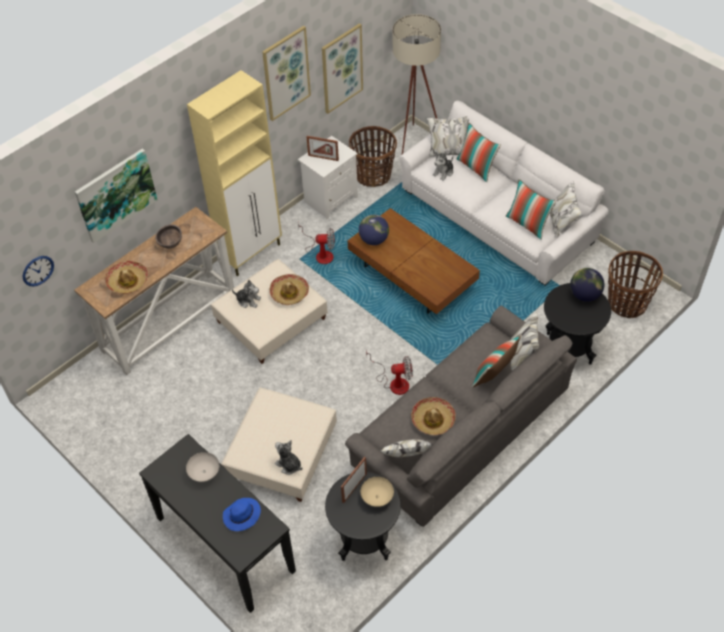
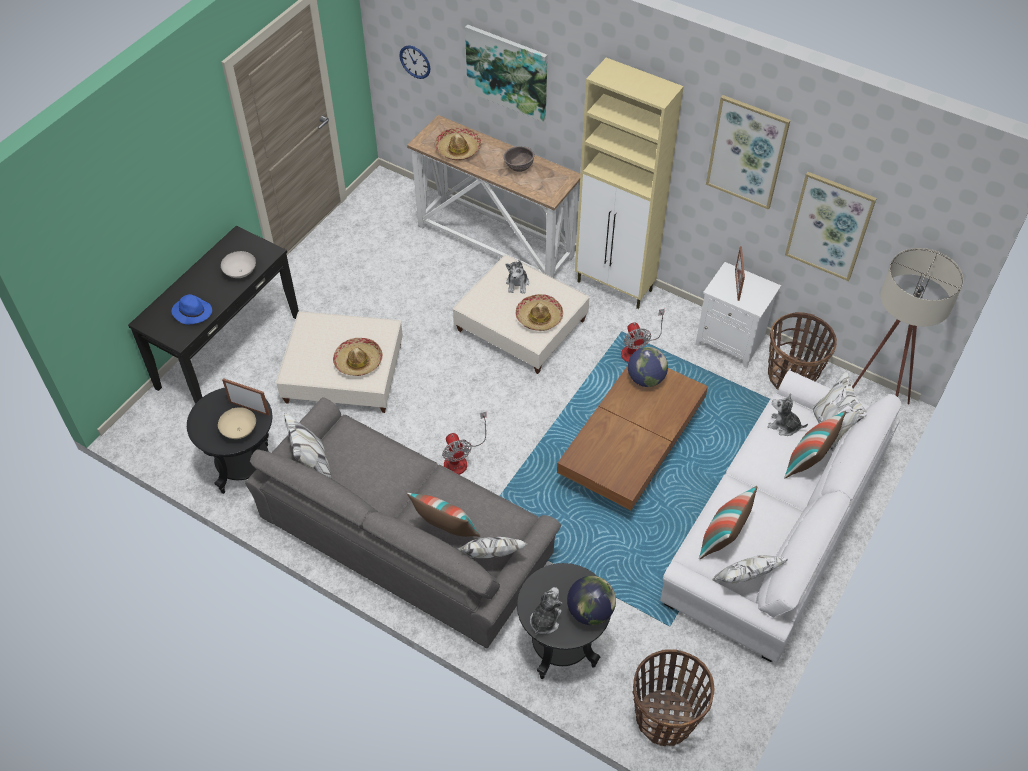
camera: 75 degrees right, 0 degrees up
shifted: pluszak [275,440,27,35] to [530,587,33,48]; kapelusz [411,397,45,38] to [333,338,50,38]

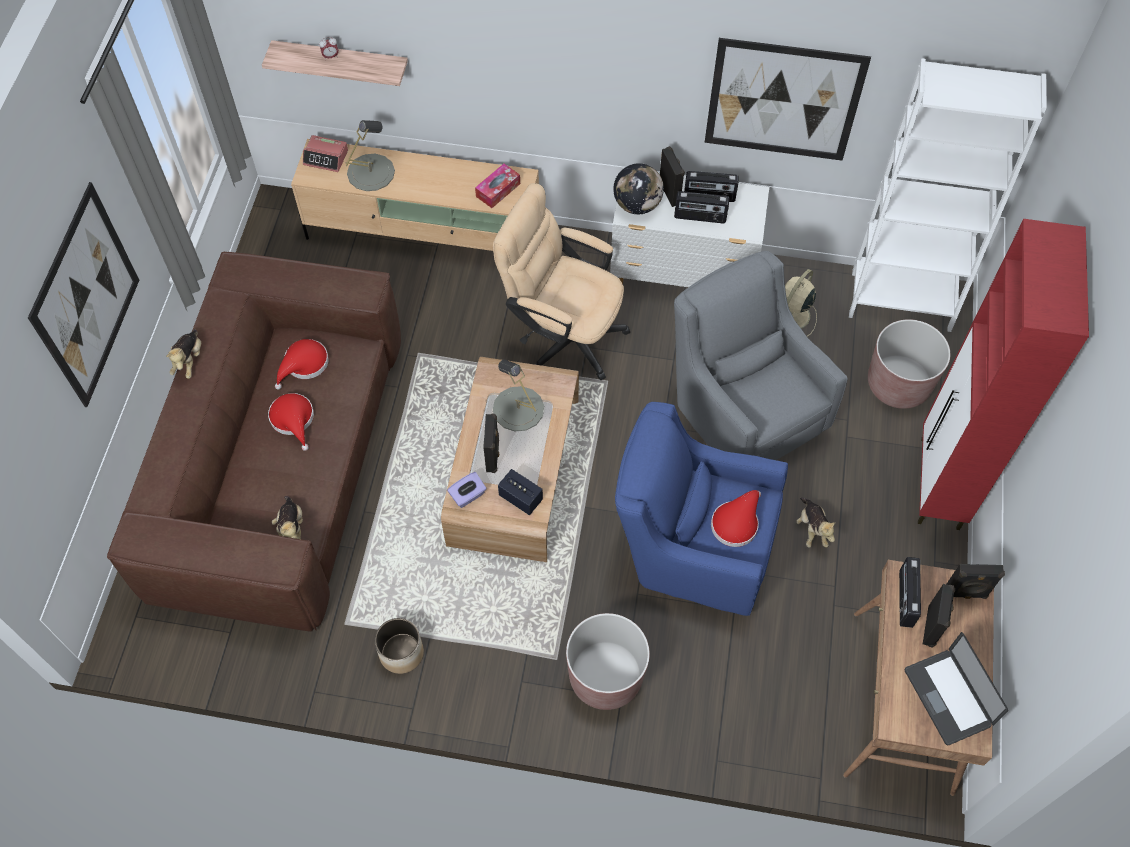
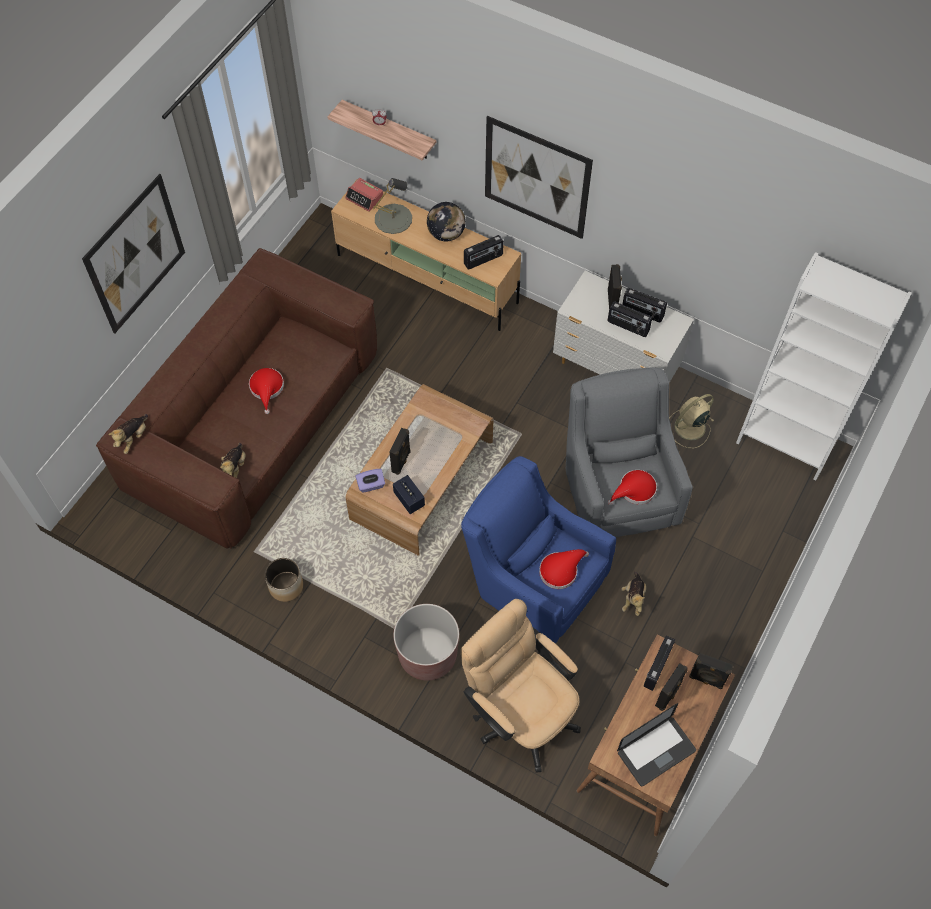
camera: 20 degrees right, 0 degrees up
gone: lampa stołowa (szary) [493,360,51,71]; donica (brązowy) [868,319,82,90]; szafka (czerwony) [918,219,171,311]
shifted: pluszak [166,329,35,50] to [109,414,39,40]; kapelusz (czerwony) [275,339,54,51] to [608,470,49,36]; krzesło biurowe (beżowy) [493,183,137,197] to [461,599,120,174]; globus [613,163,51,51] to [427,202,39,39]; obraz [704,38,167,123] to [485,116,108,123]
swapped: pudełko chusteczek [475,164,45,44] to radio [464,235,40,35]
rotated: laptop [905,632,103,113] = [617,703,79,83] 120 degrees counterclockwise

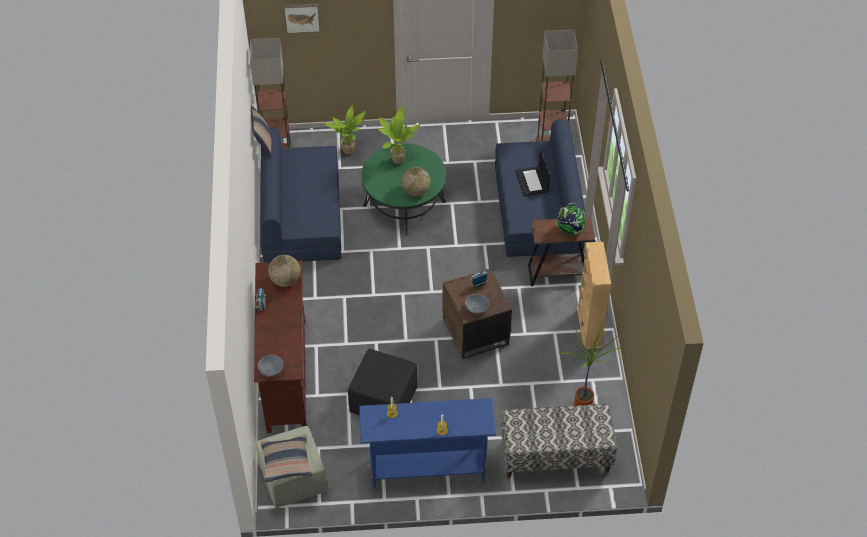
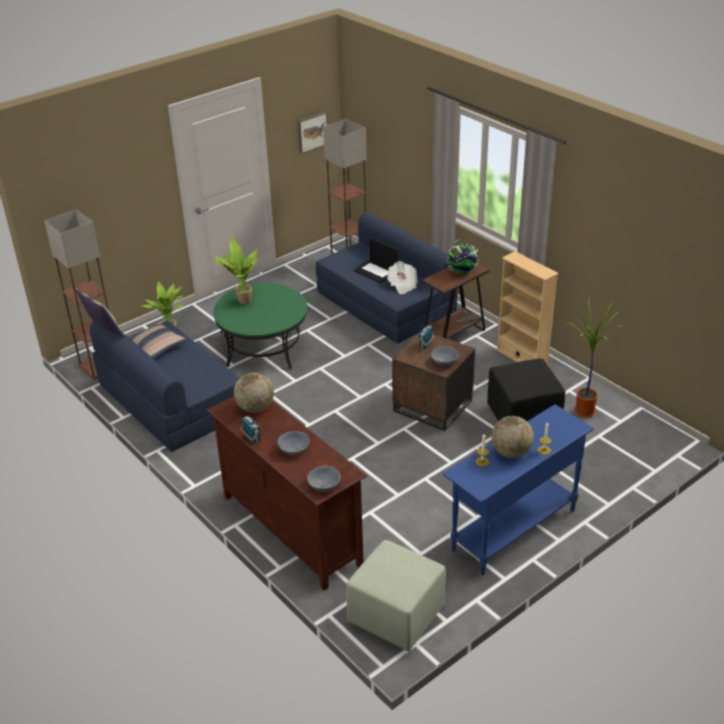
camera: 35 degrees left, 15 degrees down
gone: ławka [501,404,116,74]
new: miska (szary) [278,431,32,24]; gazeta [387,261,30,33]
shifted: poduszka [260,434,52,48] to [130,322,58,37]; obraz [284,3,36,31] to [298,112,29,41]; pufa (czarny) [348,349,69,66] to [487,358,78,63]; globus [401,167,30,29] to [492,416,42,42]

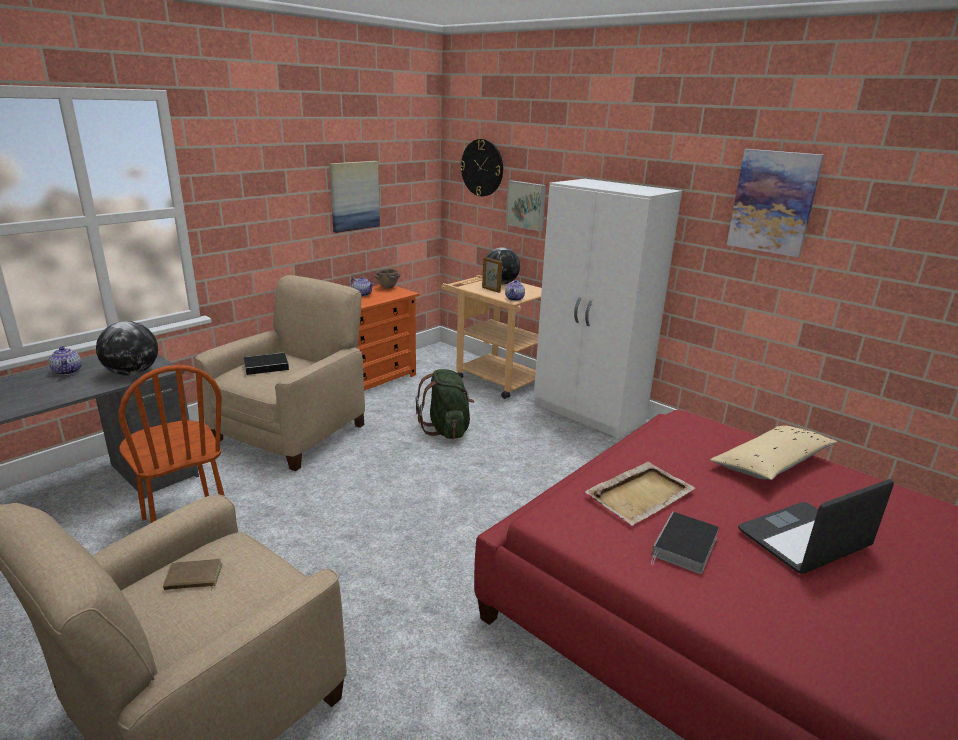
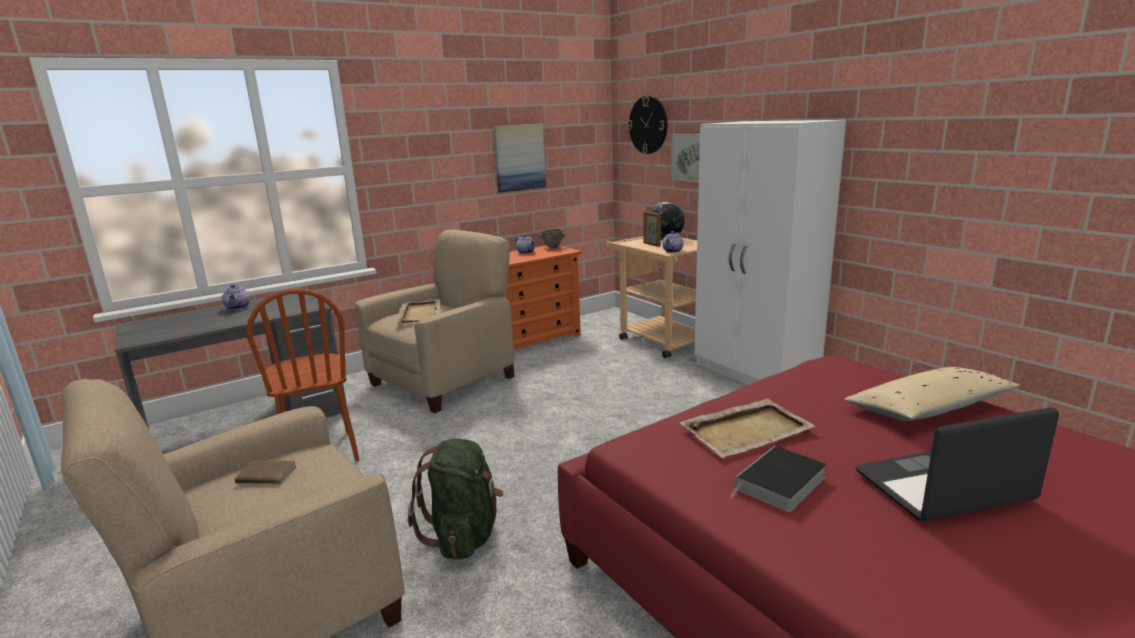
camera: 15 degrees right, 5 degrees down
gone: globus [96,321,62,55]; obraz [727,149,97,108]
shifted: plecak (zielony) [416,369,58,70] to [408,439,96,121]
swapped: książka [244,353,53,22] to taca (beżowy) [396,299,44,24]

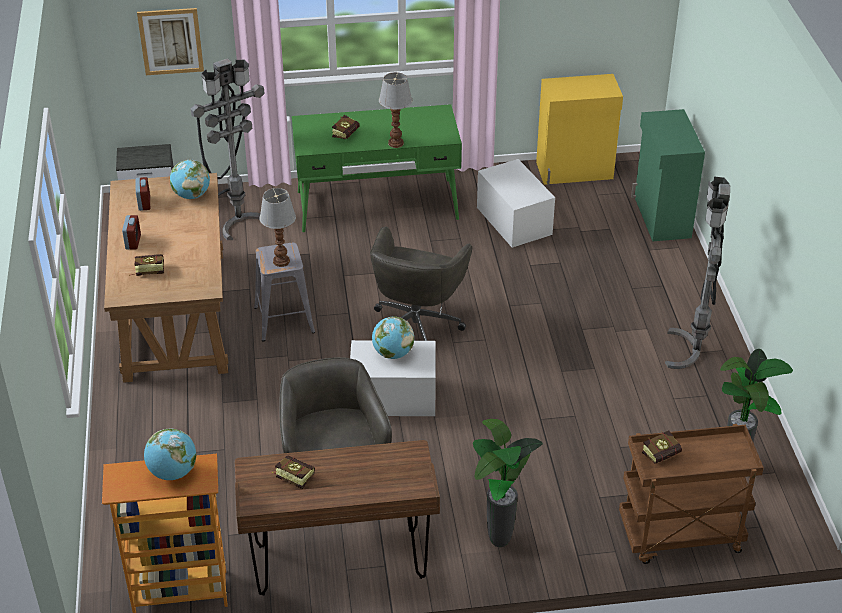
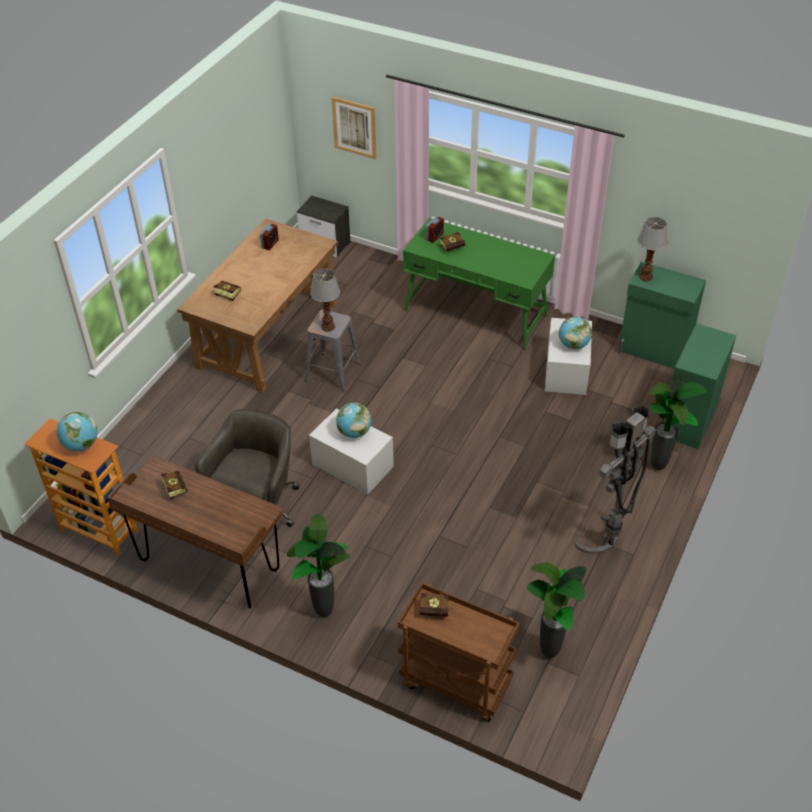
camera: 35 degrees right, 5 degrees up
gone: lampa stojąca (szary) [190,58,75,182]; krzesło biurowe (szary) [370,226,102,115]
new: roślina doniczkowa [649,374,58,96]
shifted: budzik [122,215,19,34] to [426,216,18,27]; globus [170,160,40,39] to [559,317,33,32]; lampa stołowa [379,72,33,76] to [638,217,30,64]
repainted: szafka (żółty) [536,74,87,111] to szafka (zielony) [618,262,88,107]

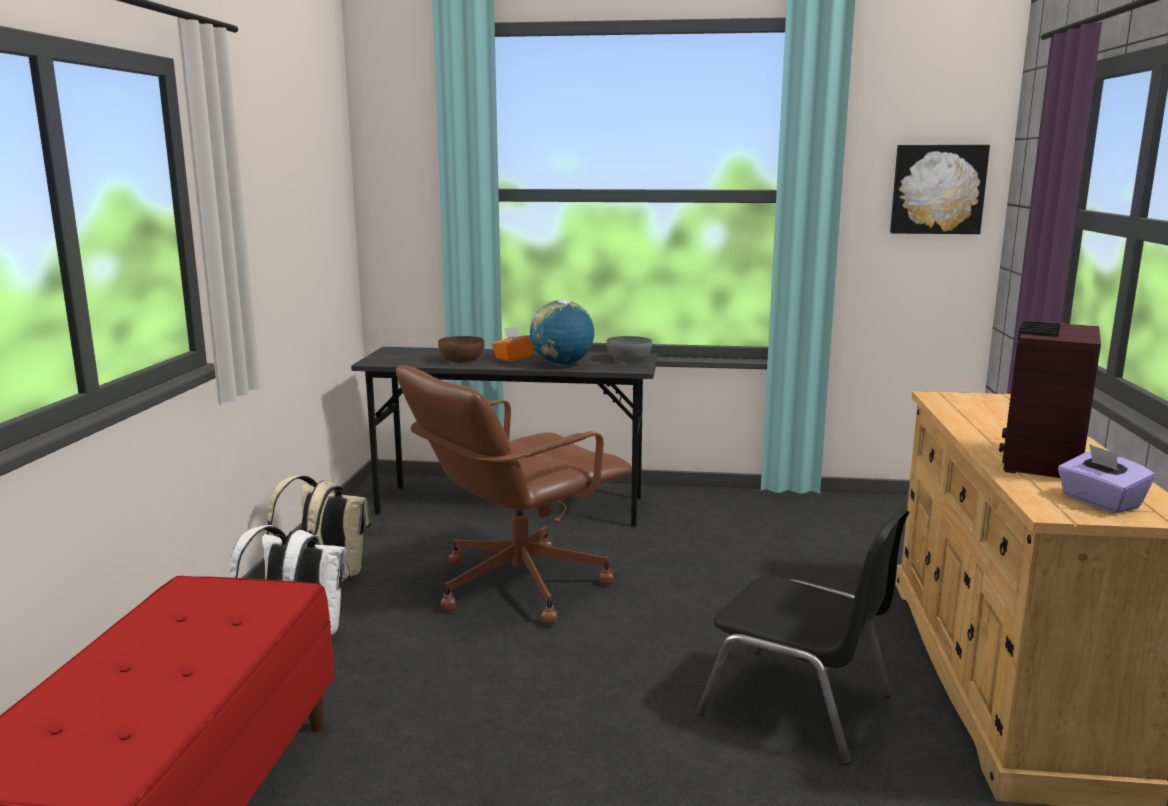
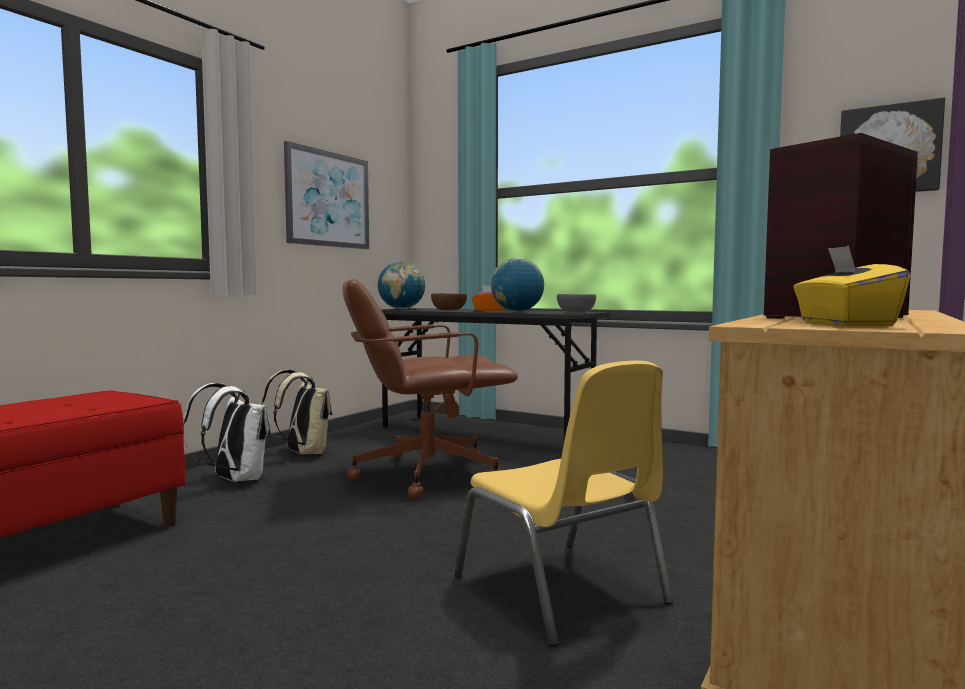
camera: 25 degrees right, 10 degrees down
new: obraz [284,141,85,108]; globus [378,261,47,48]
repainted: krzesło (czarny) [697,508,213,257] to krzesło (żółty) [454,361,219,286]; pudełko chusteczek (fioletowy) [1058,444,97,69] to pudełko chusteczek (żółty) [793,245,117,81]

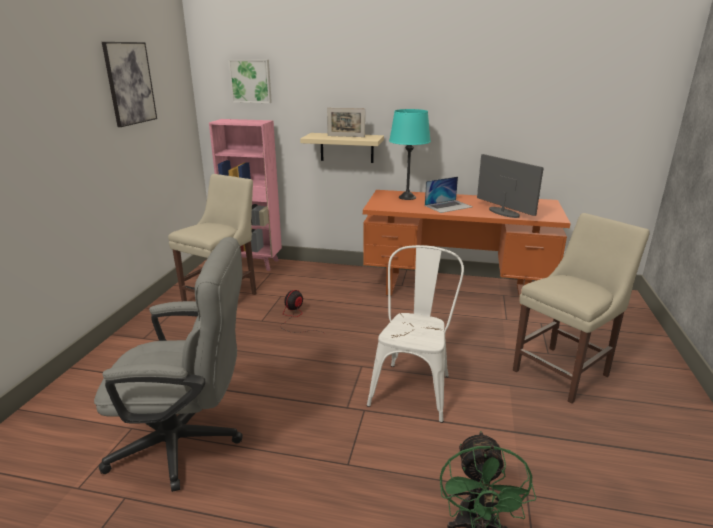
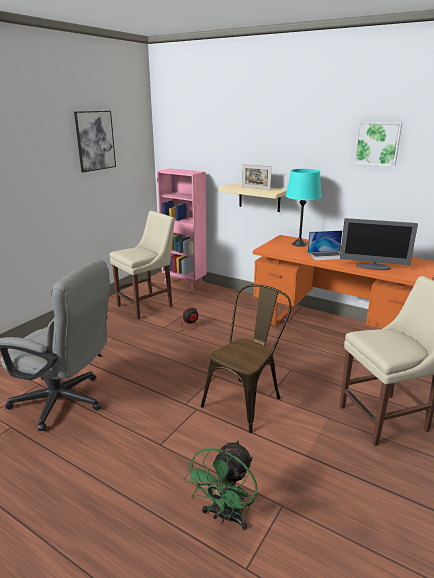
camera: 20 degrees right, 0 degrees up
shifted: obraz [228,59,44,44] to [354,122,48,45]
repainted: krzesło (biały) [367,245,97,178] to krzesło (brązowy) [201,284,91,149]
rotated: monitor [477,154,67,64] = [340,218,78,52] 120 degrees clockwise

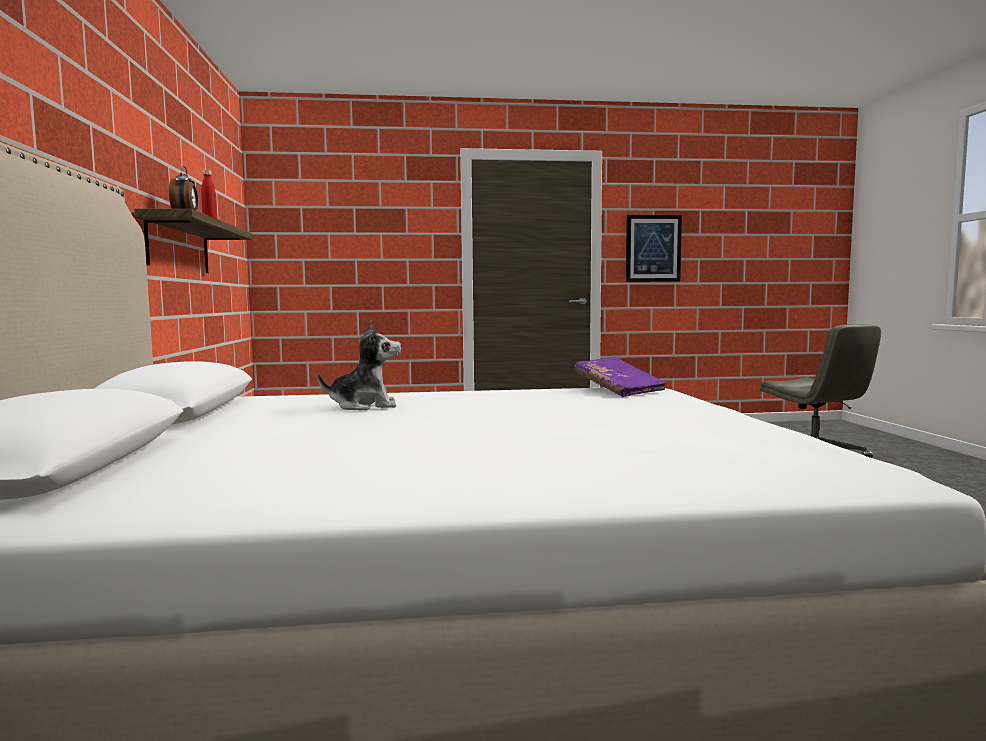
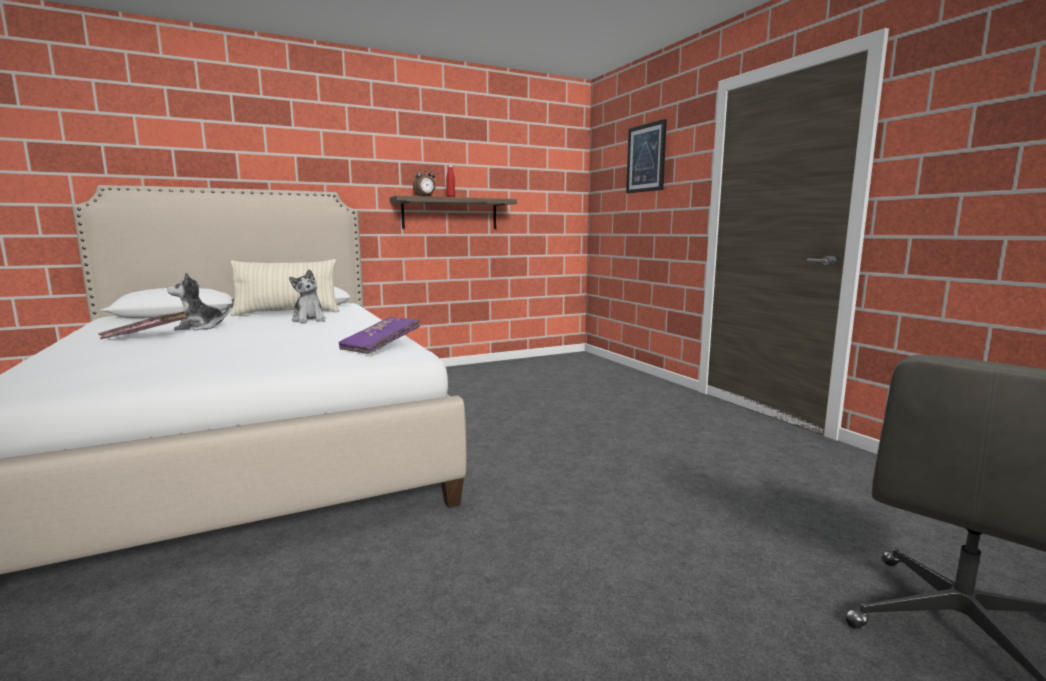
camera: 70 degrees right, 5 degrees up
new: książka (różowy) [98,311,89,28]; pluszak [167,273,63,57]; poduszka (beżowy) [230,259,110,57]
shifted: obraz [626,215,56,67] to [626,119,41,74]

